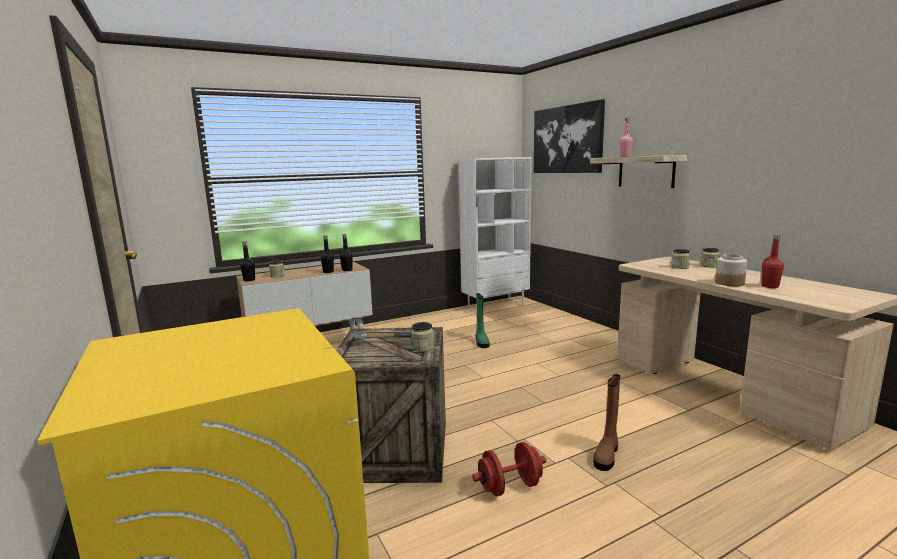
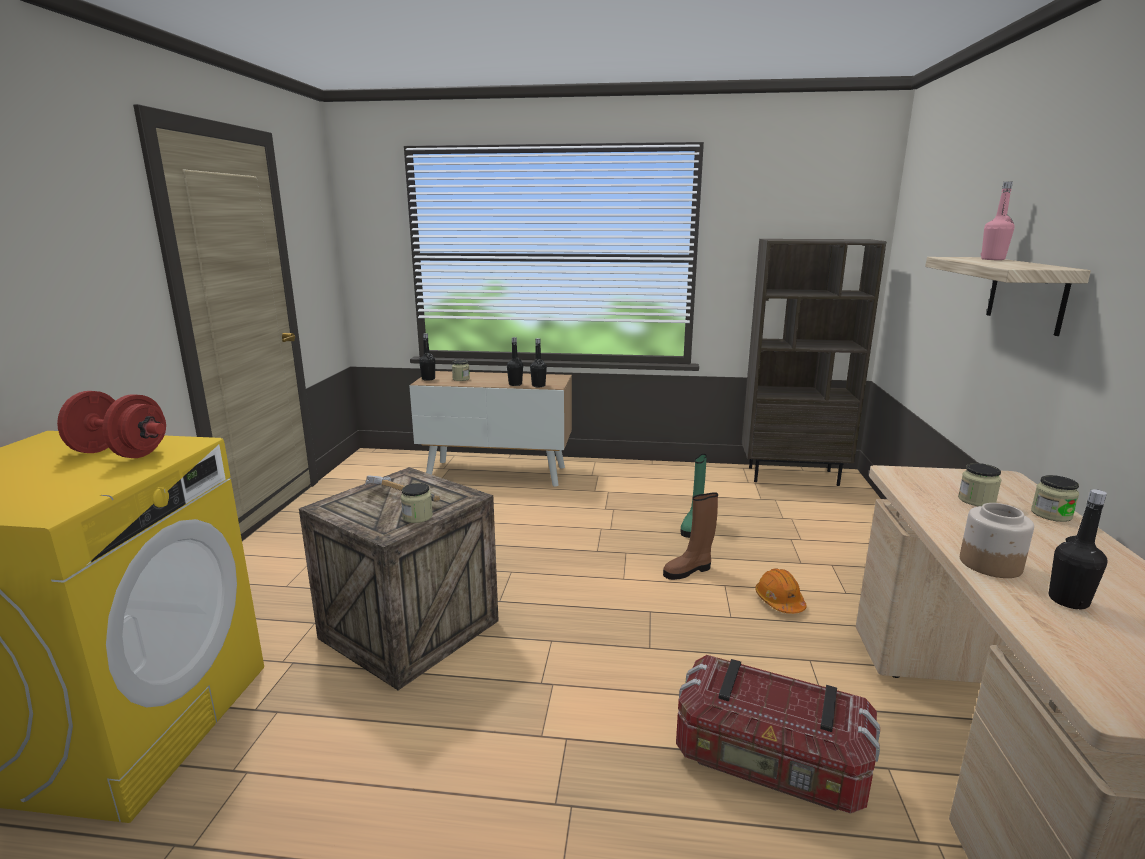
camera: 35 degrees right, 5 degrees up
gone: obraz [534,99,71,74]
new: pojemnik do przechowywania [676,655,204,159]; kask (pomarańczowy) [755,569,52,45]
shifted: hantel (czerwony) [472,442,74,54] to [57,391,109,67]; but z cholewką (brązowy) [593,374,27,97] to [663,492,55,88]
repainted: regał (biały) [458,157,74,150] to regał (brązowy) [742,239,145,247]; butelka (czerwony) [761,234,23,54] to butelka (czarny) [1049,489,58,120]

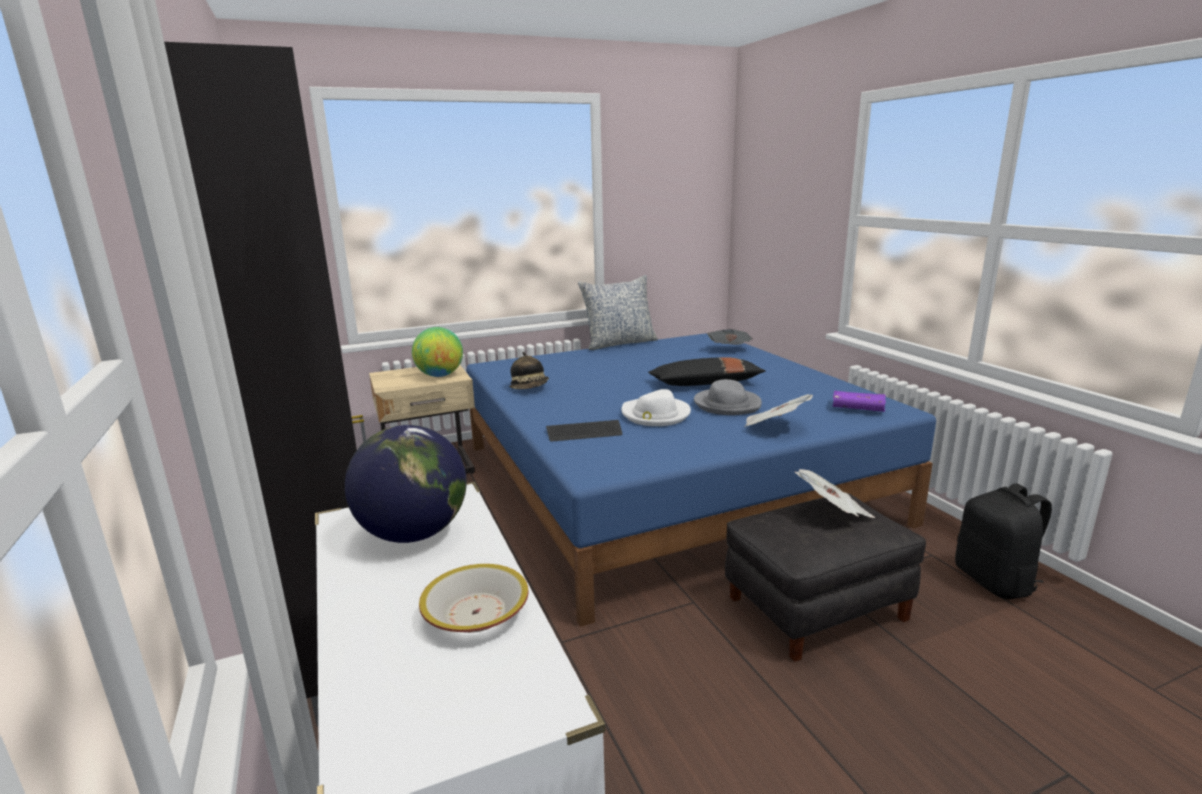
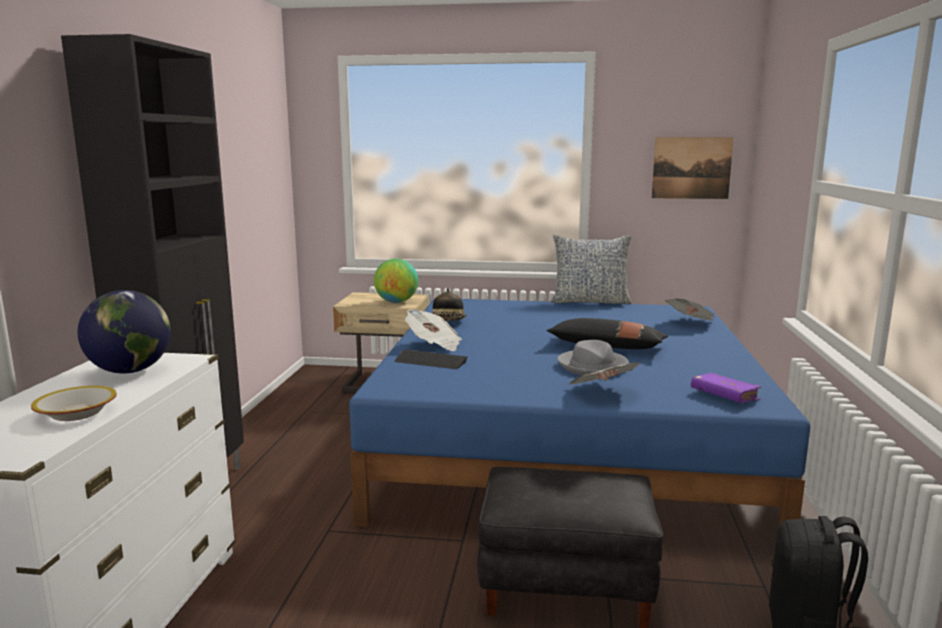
camera: 30 degrees right, 5 degrees down
gone: kapelusz (biały) [621,389,70,37]
new: obraz [652,137,82,62]
shifted: gazeta [795,469,80,49] to [405,309,57,42]

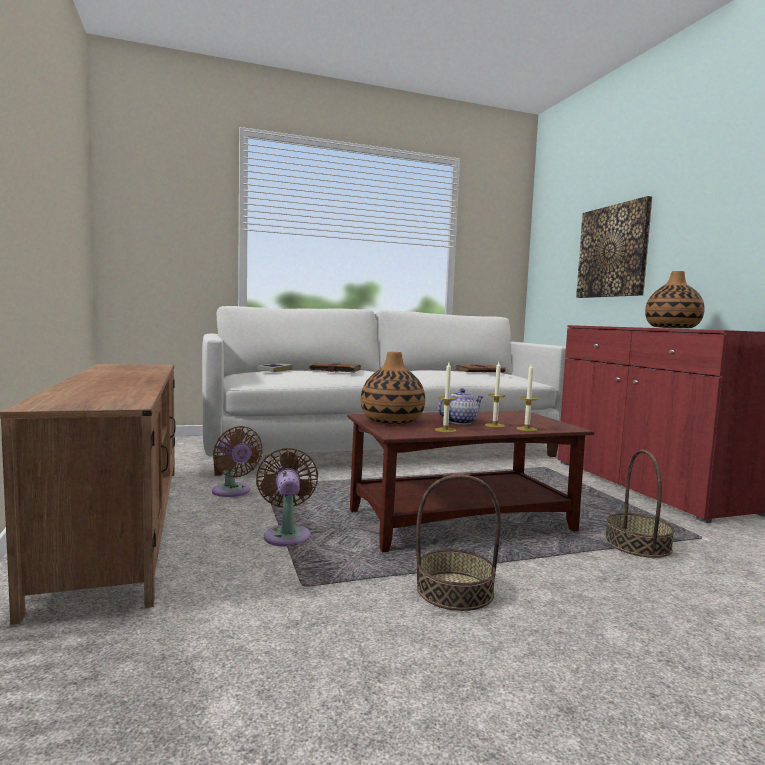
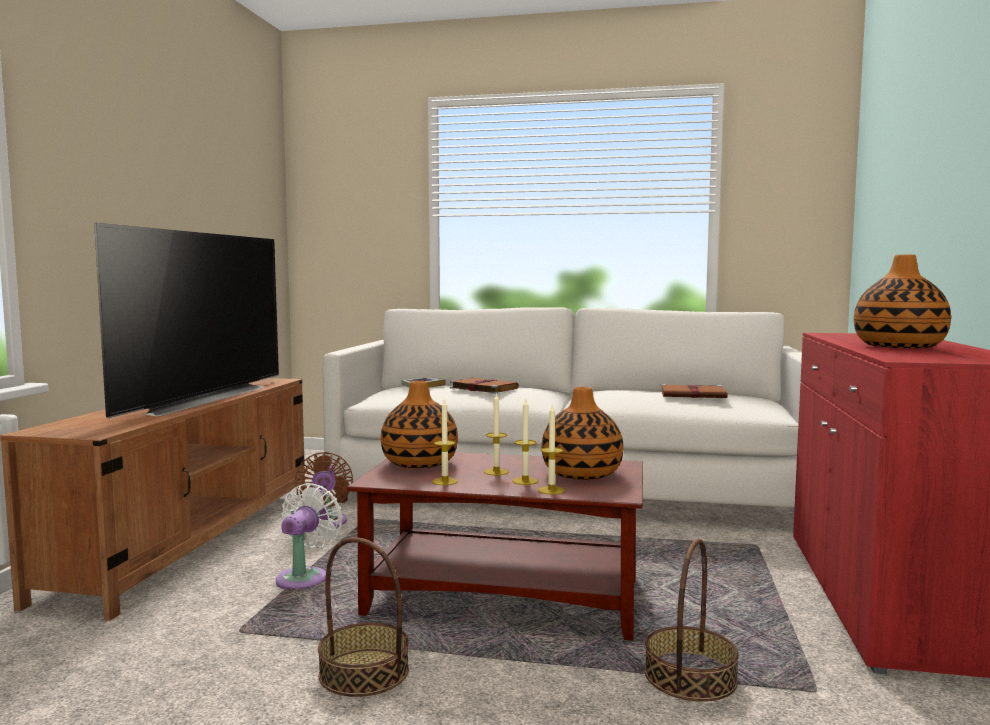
camera: 30 degrees right, 0 degrees up
gone: obraz [576,196,76,102]
new: telewizor [94,223,185,195]; wazon [542,387,82,93]
swapped: imbryk [438,389,46,35] to świeca [484,392,25,84]
repainted: wentylator (brązowy) [256,448,62,99] to wentylator (biały) [276,483,67,106]

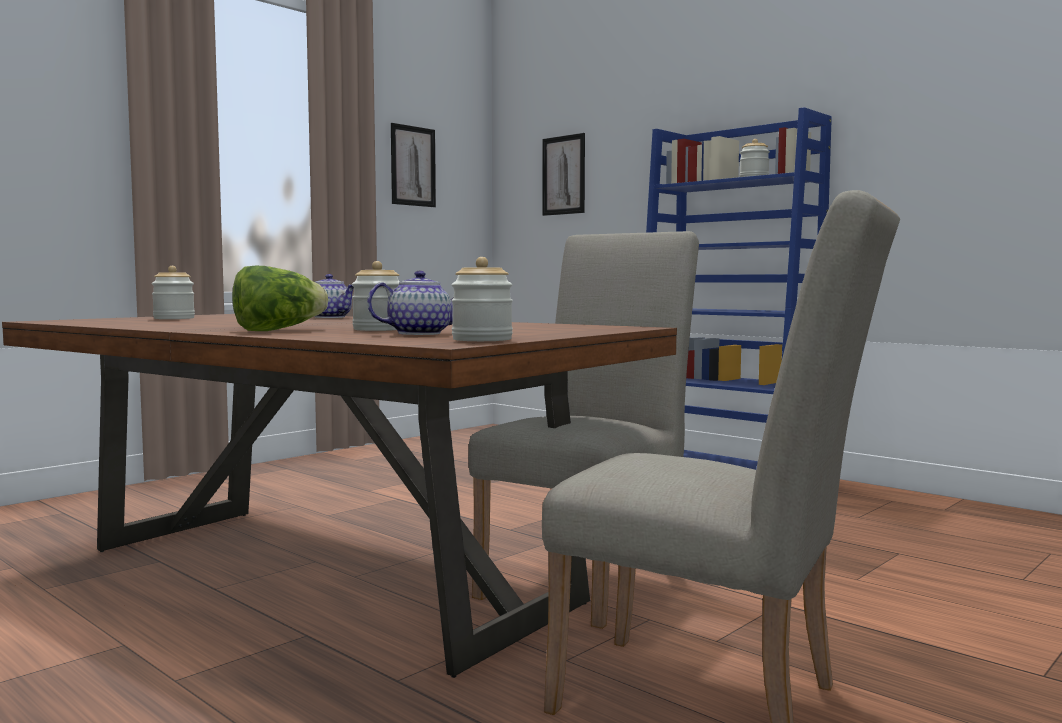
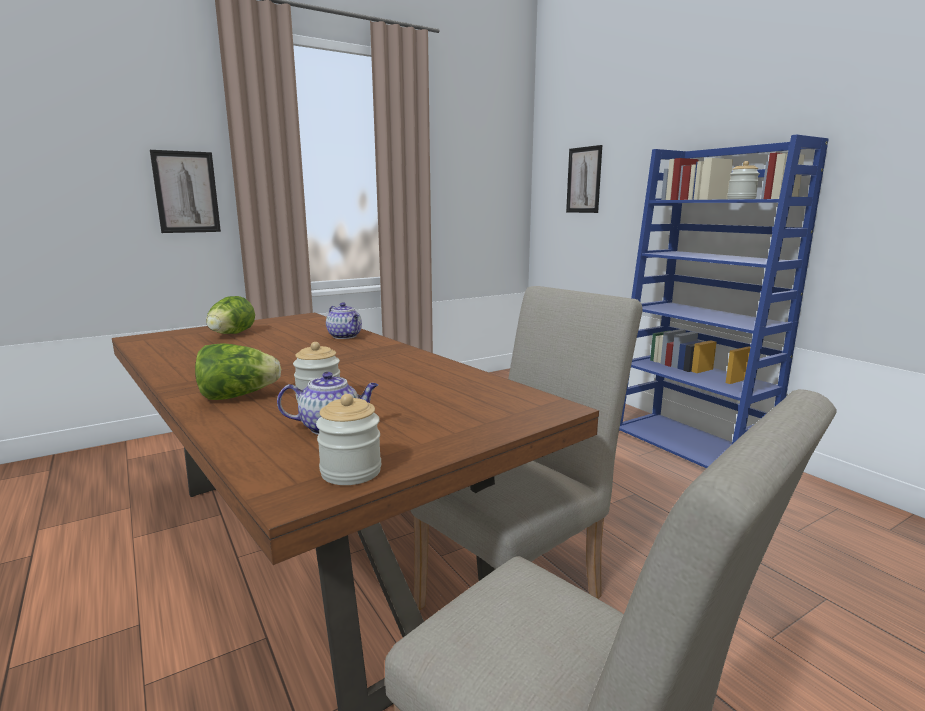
camera: 15 degrees right, 10 degrees up
shifted: obraz [391,123,45,84] to [150,150,71,83]
swapped: słoik [152,266,43,53] to sałata [206,296,49,38]

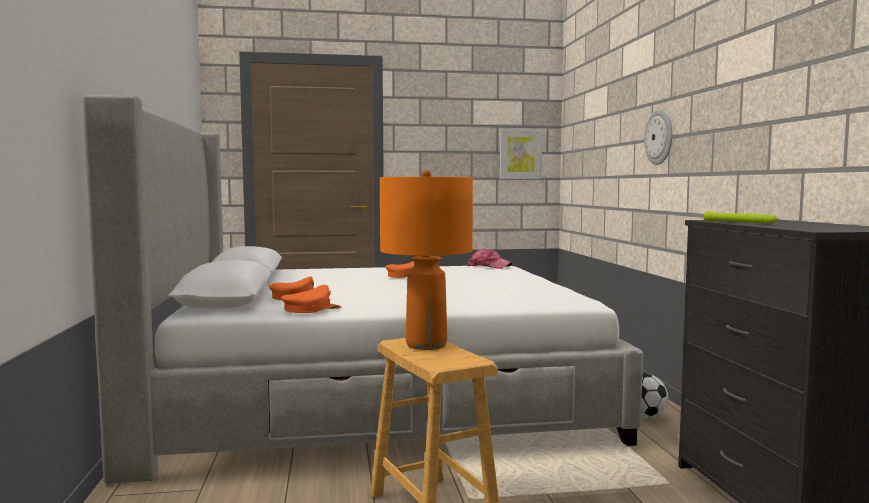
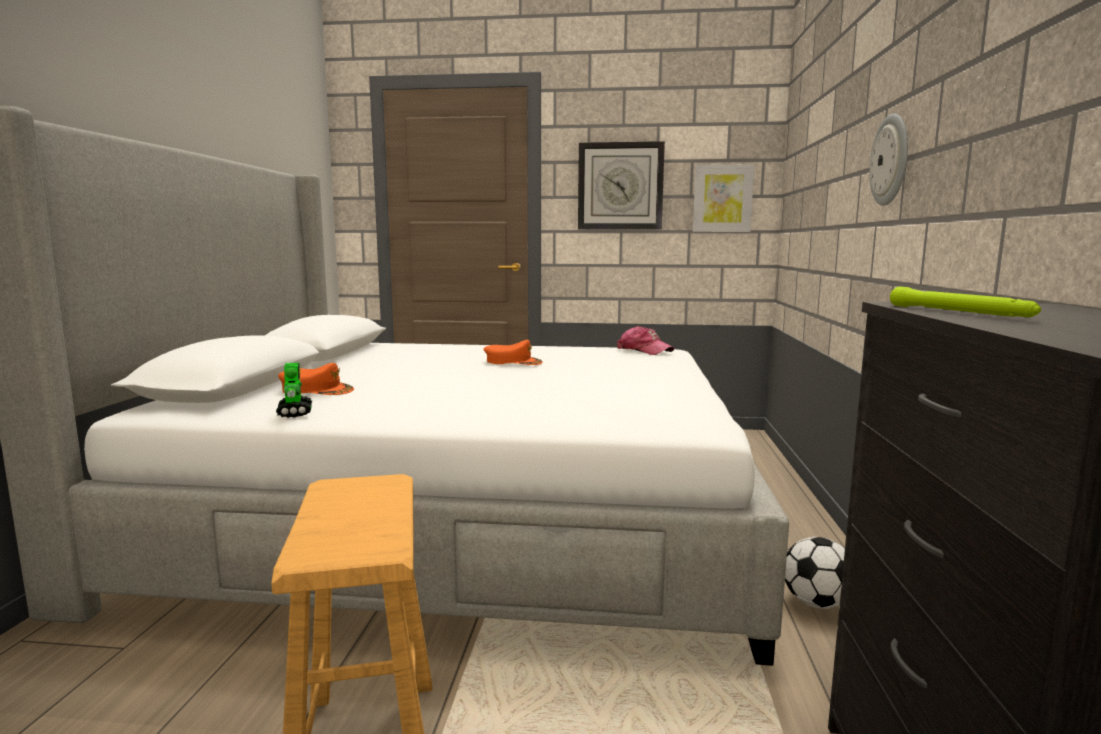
camera: 15 degrees right, 5 degrees up
gone: lampa stołowa (pomarańczowy) [380,170,93,180]
new: zegar ścienny [578,141,87,88]
swapped: czapka z daszkiem (pomarańczowy) [281,285,61,28] to robot zabawkowy [276,362,36,56]

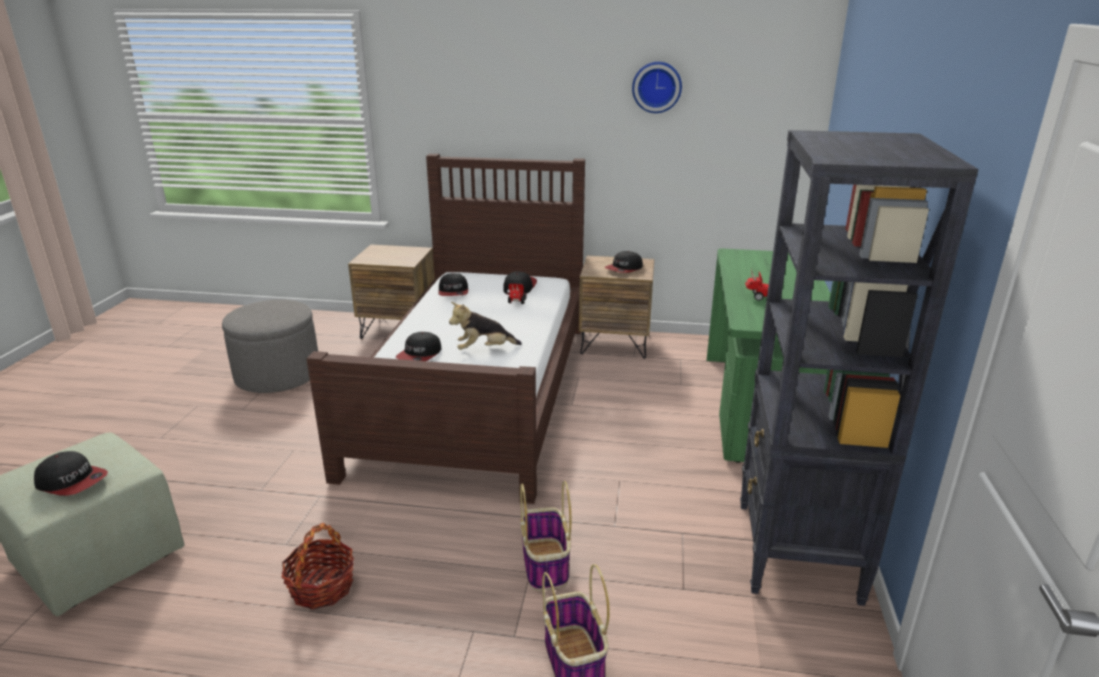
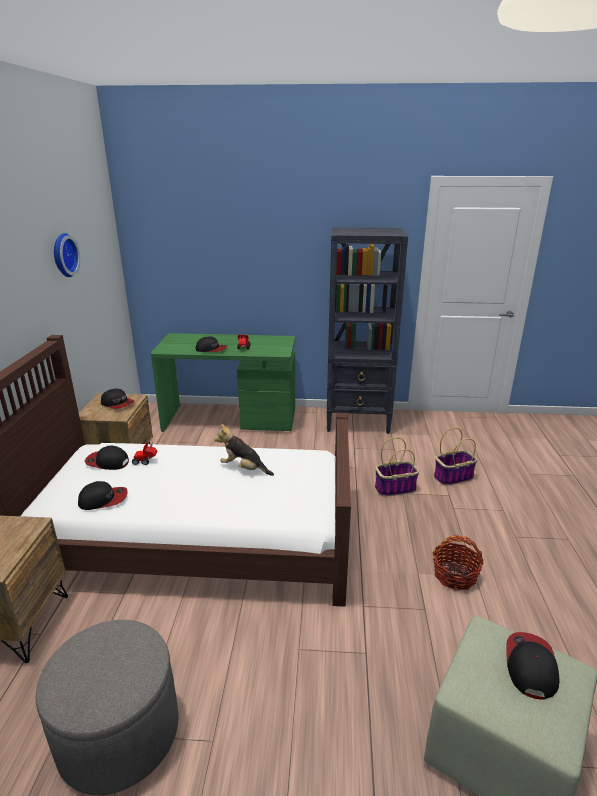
camera: 95 degrees left, 0 degrees up
shifted: czapka z daszkiem [396,332,45,29] to [196,336,31,16]
rotated: pluszak [449,302,73,48] = [214,424,60,52] 135 degrees clockwise

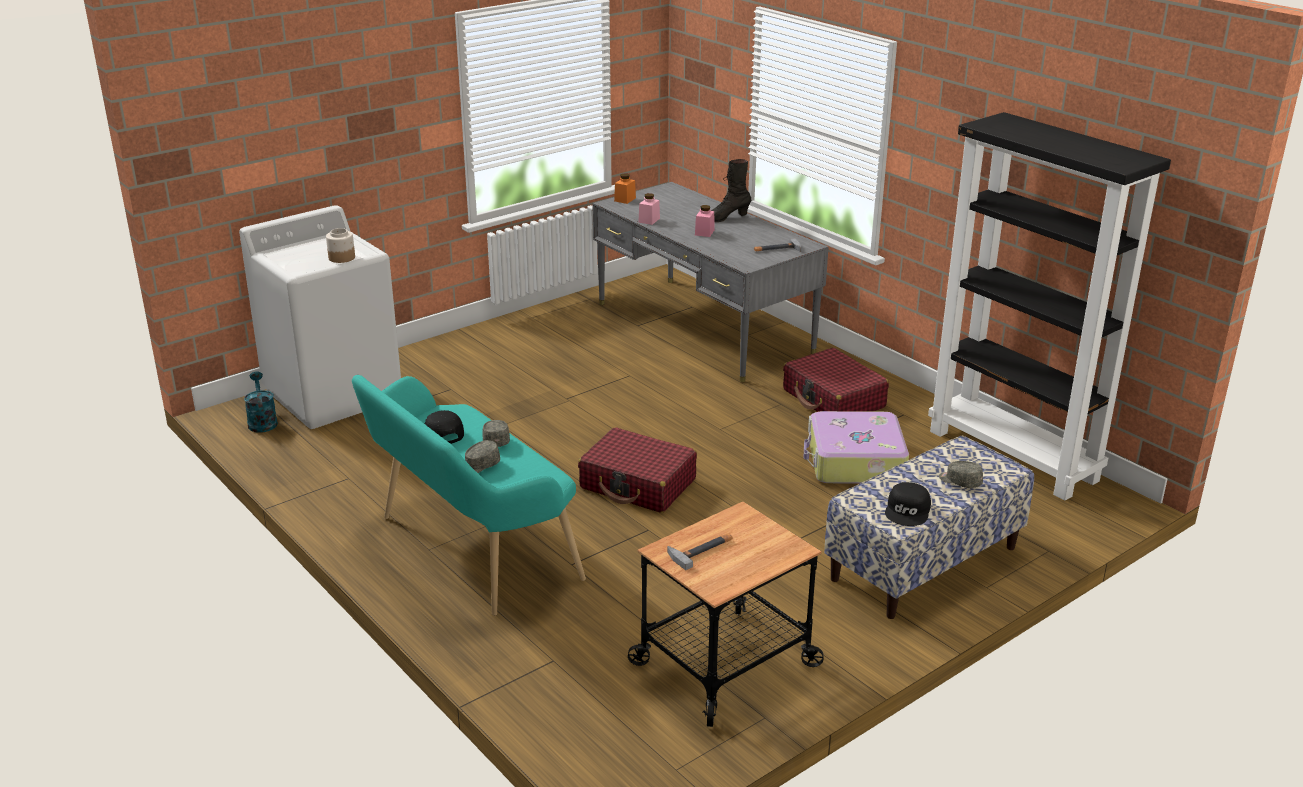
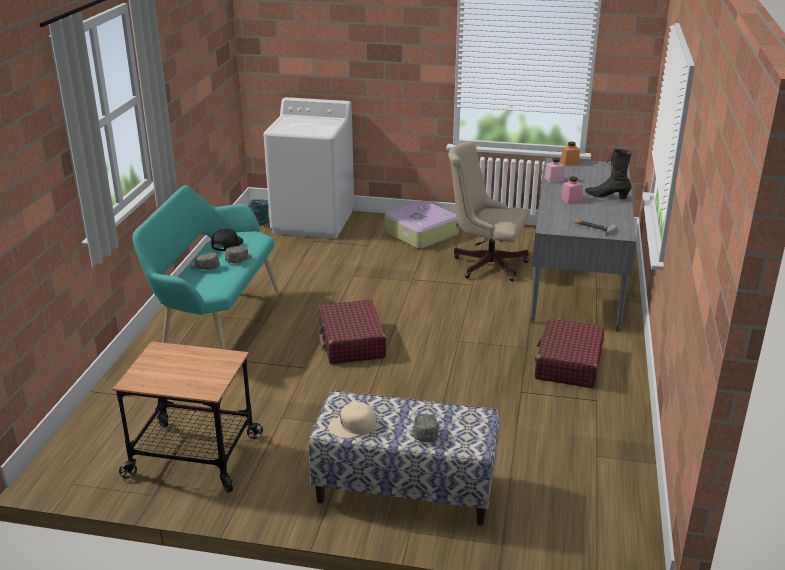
camera: 50 degrees right, 0 degrees up
gone: słoik [326,228,29,35]; młotek [667,533,66,37]; regał (czarny) [928,112,243,389]
new: krzesło biurowe (beżowy) [448,141,81,140]
shifted: walizka [804,411,105,73] to [385,201,74,48]
repainted: czapka z daszkiem (czarny) [885,482,46,44] to czapka z daszkiem (beżowy) [328,402,48,36]

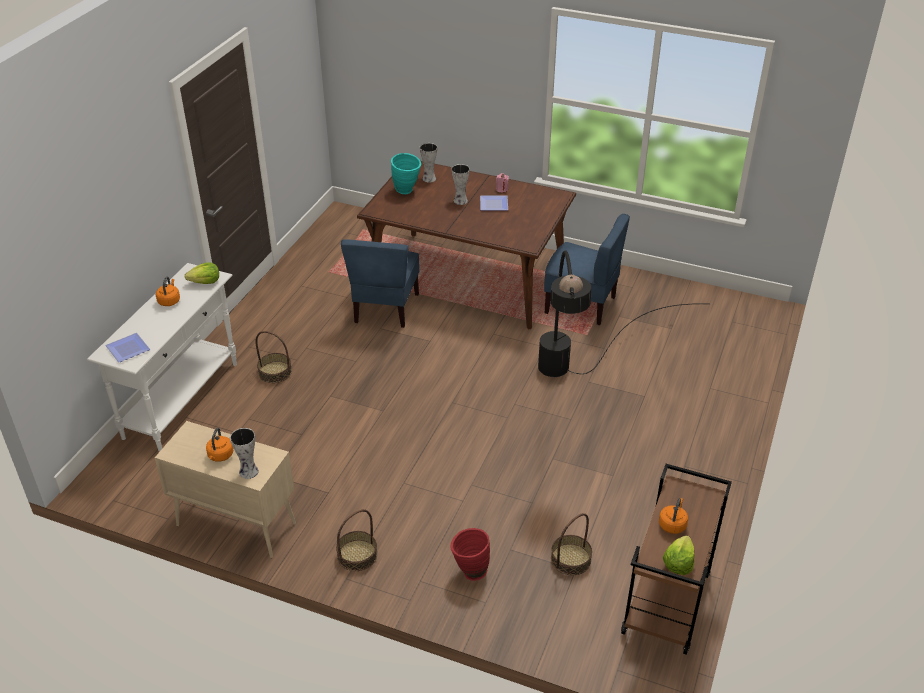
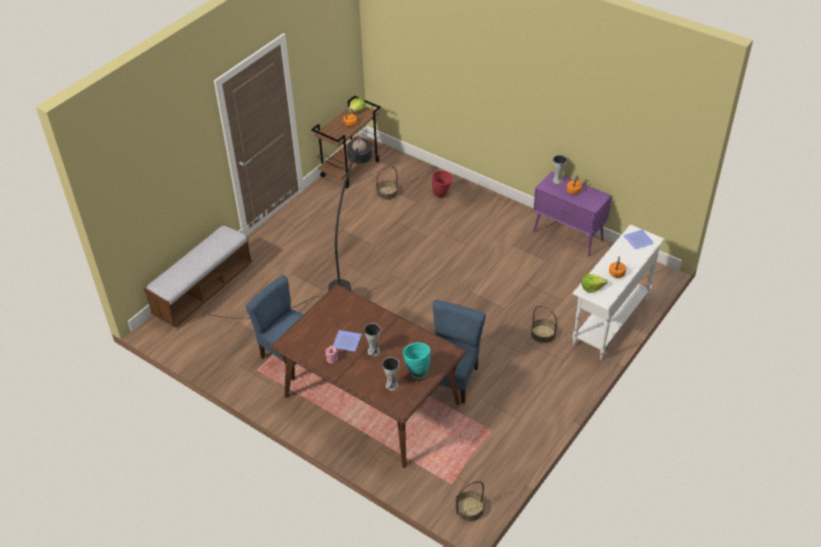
camera: 165 degrees left, 5 degrees up
new: ławka [144,224,108,104]
shifted: koszyk [336,509,41,62] to [455,481,30,41]
repainted: szafka (beżowy) [155,421,141,137] to szafka (fioletowy) [533,171,79,86]

